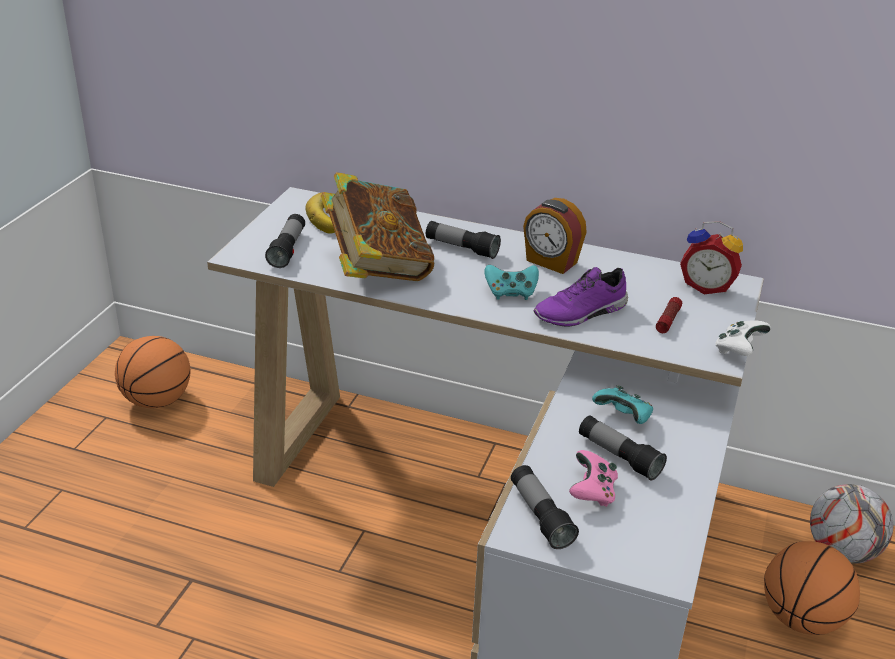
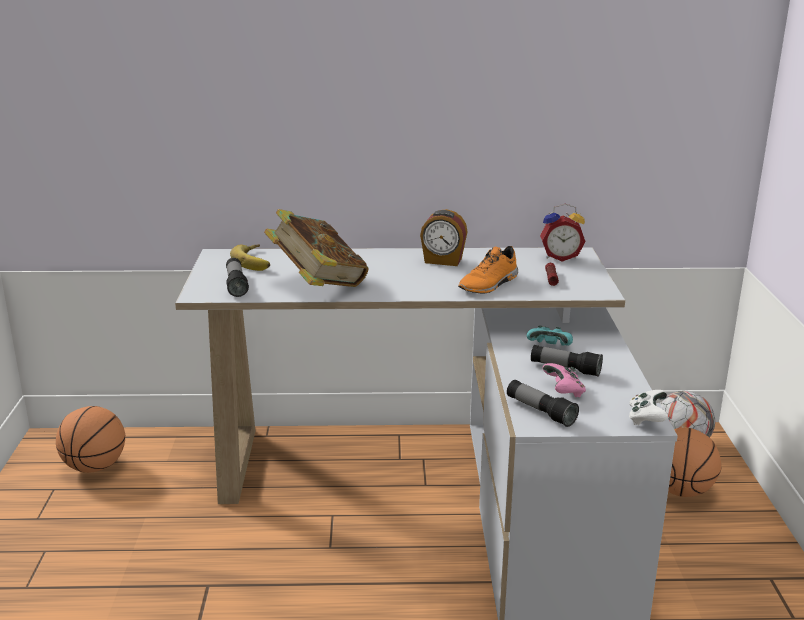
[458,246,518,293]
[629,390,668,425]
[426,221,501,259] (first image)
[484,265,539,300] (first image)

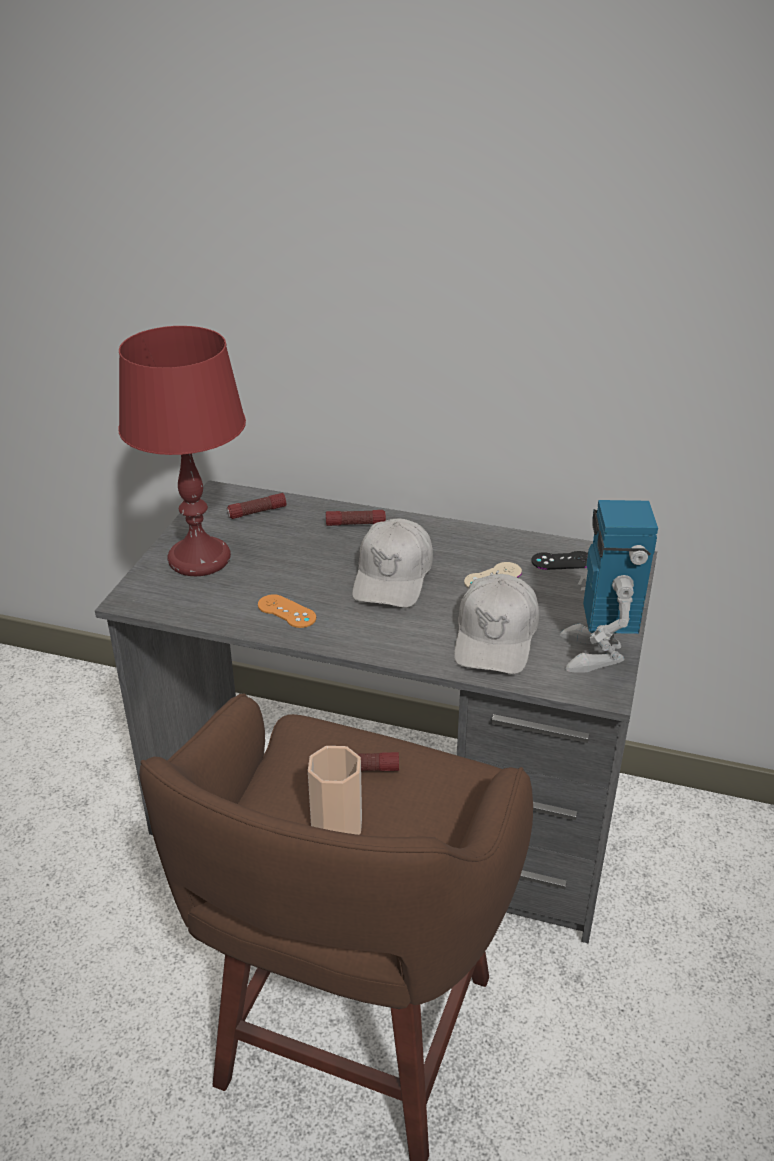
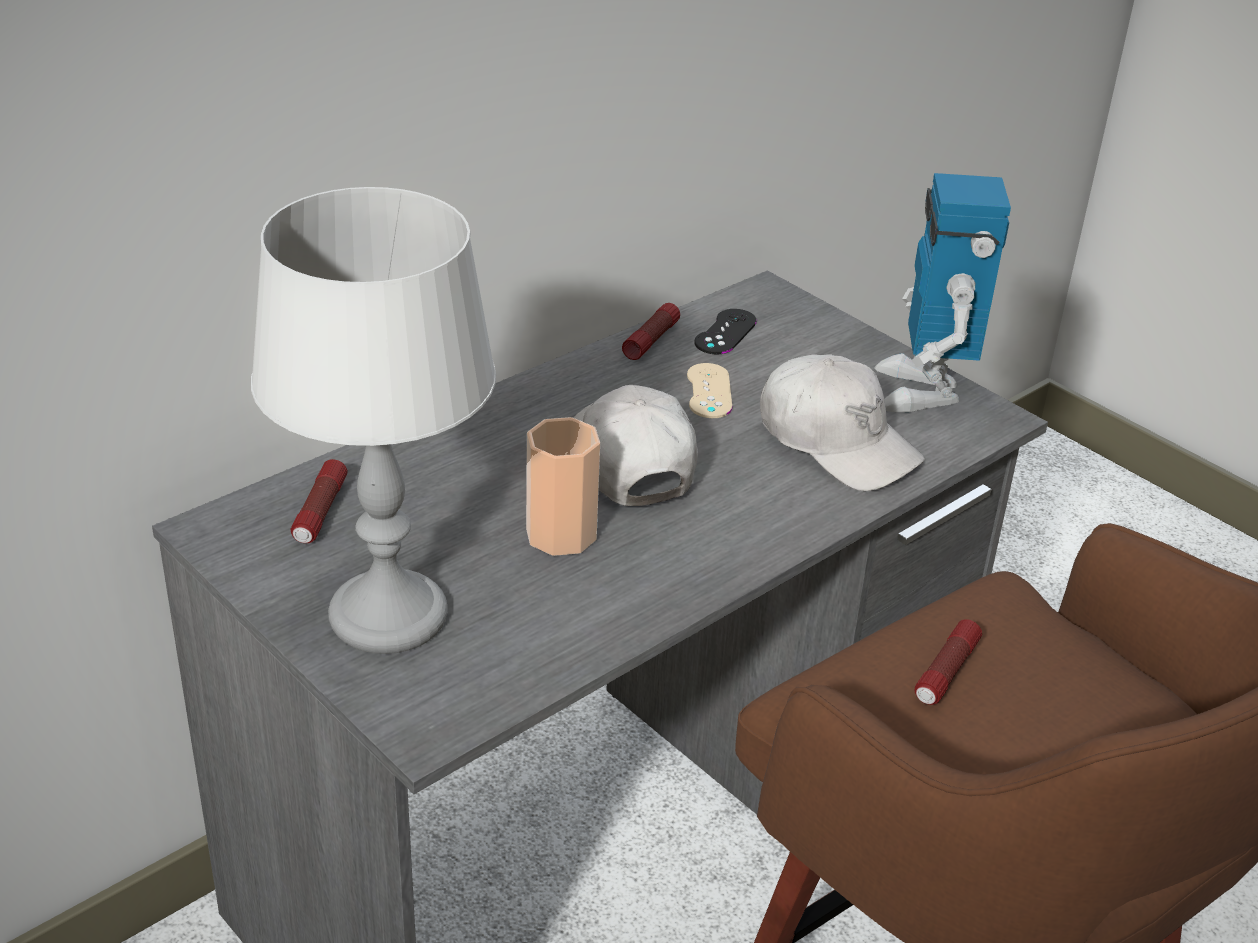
[251,187,496,654]
[526,417,600,556]
[574,385,698,506]
[622,303,680,360]
[875,173,1011,412]
[258,594,316,628] (first image)

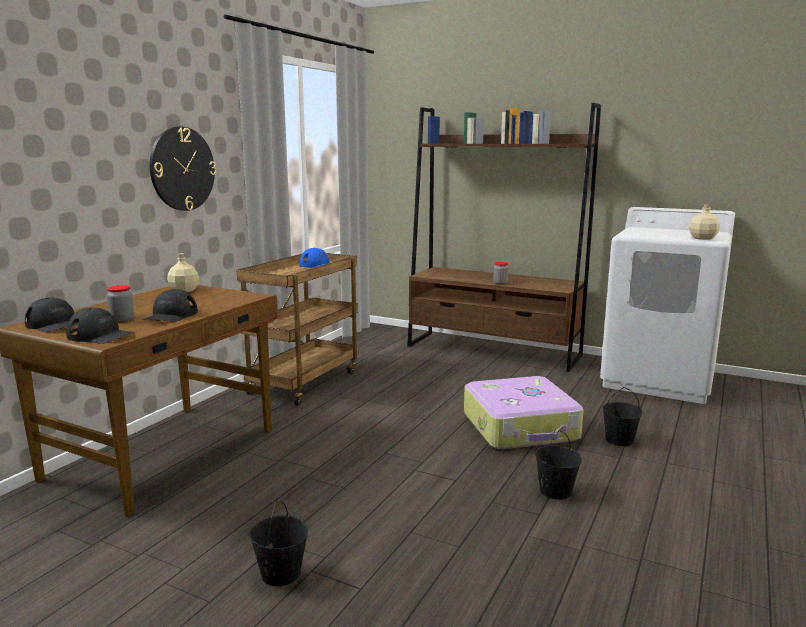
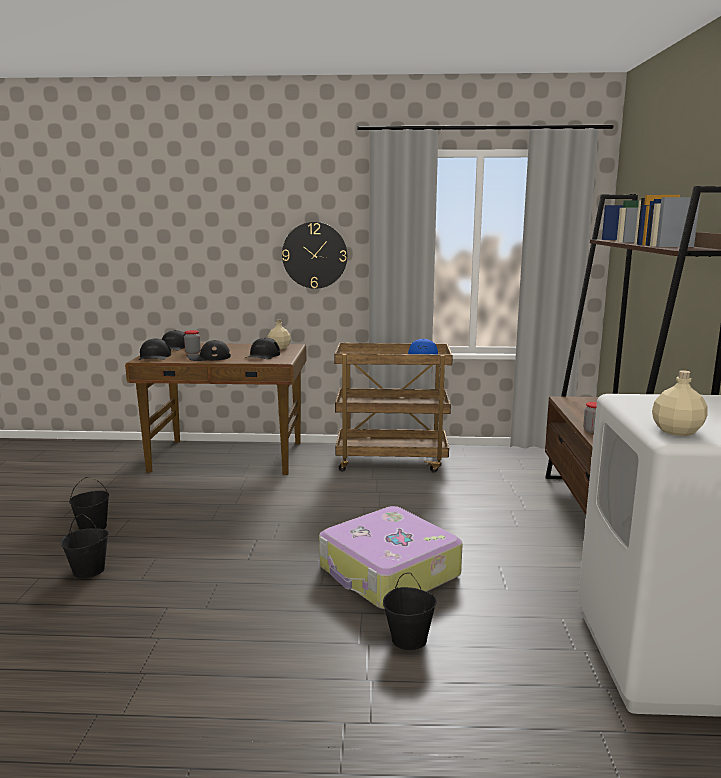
[61,514,109,579]
[246,338,280,359]

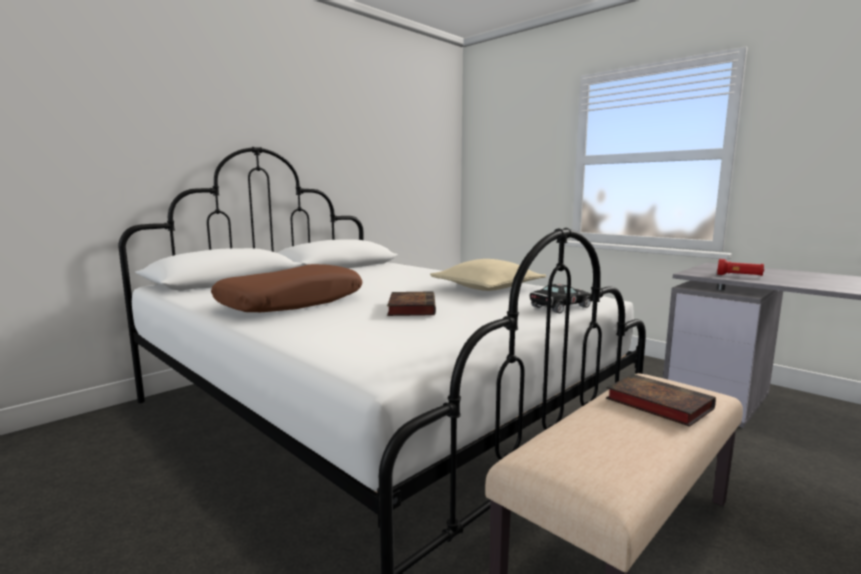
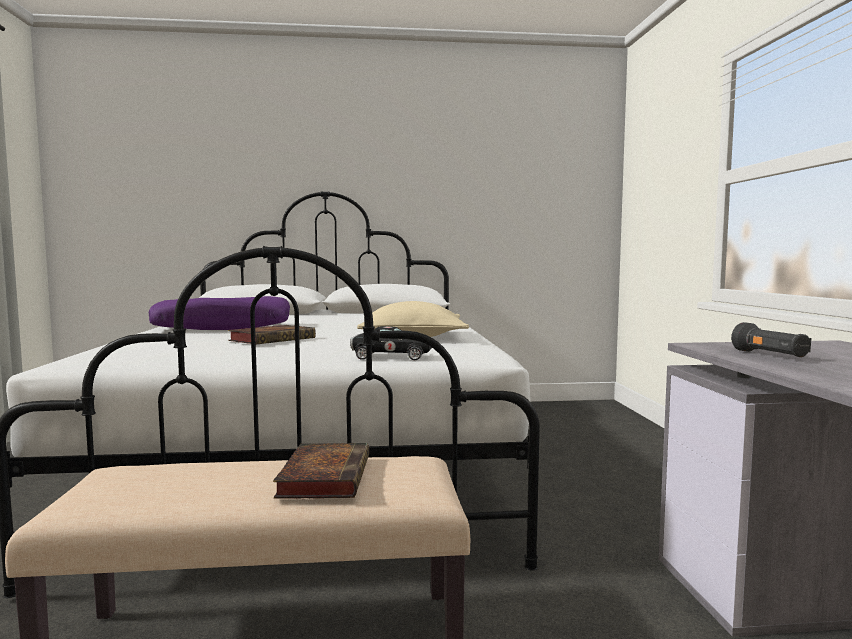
[149,296,290,330]
[731,322,811,357]

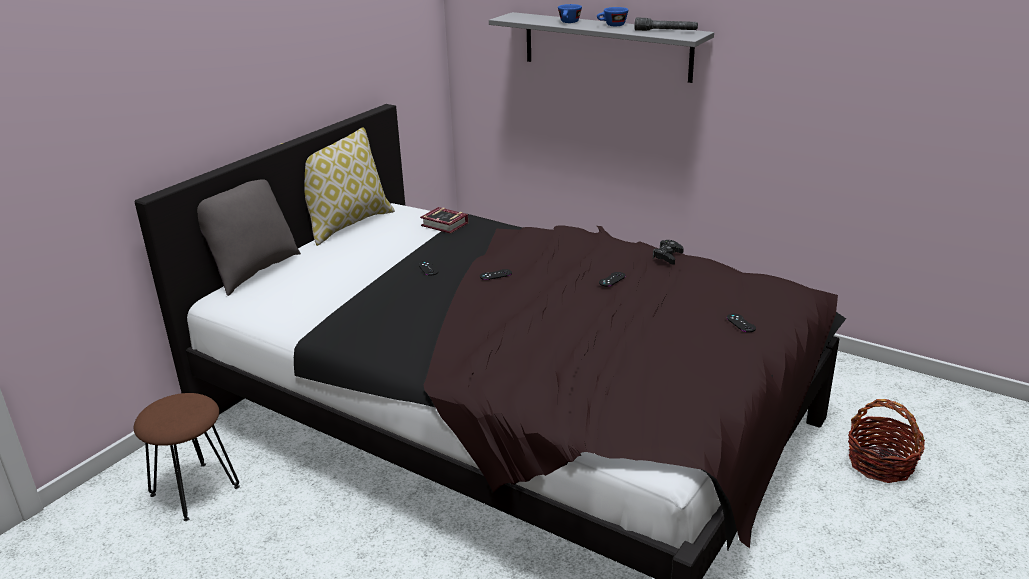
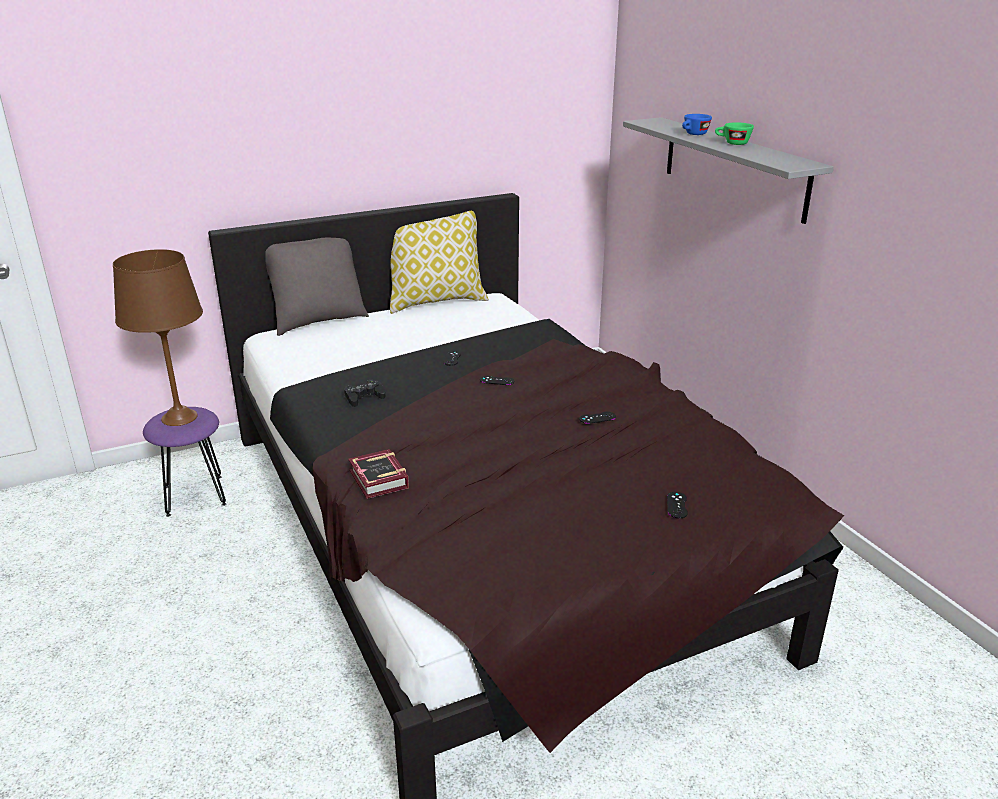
[113,249,203,426]
[143,407,226,517]
[344,379,386,407]
[349,449,409,499]
[715,122,754,145]
[634,17,698,31] (first image)
[848,399,925,483] (first image)

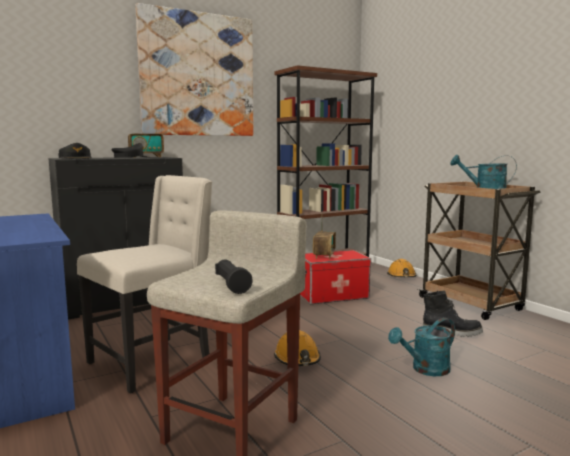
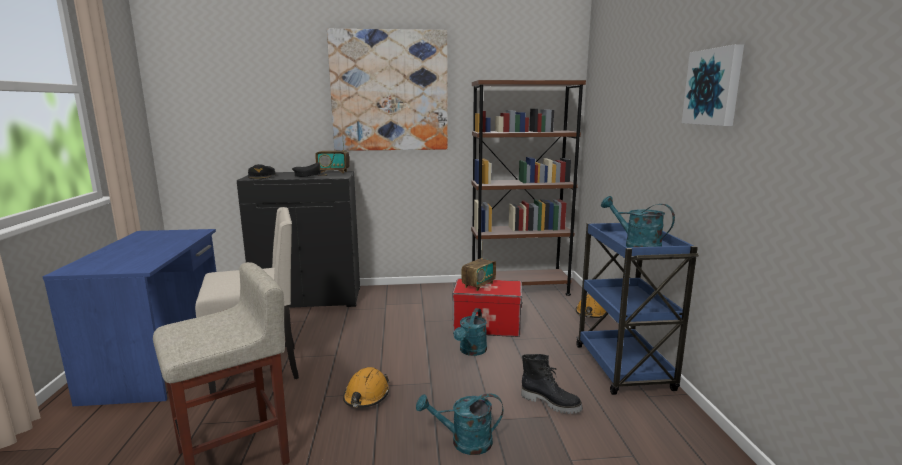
[454,308,487,356]
[576,222,699,395]
[682,44,744,126]
[215,259,253,294] (first image)

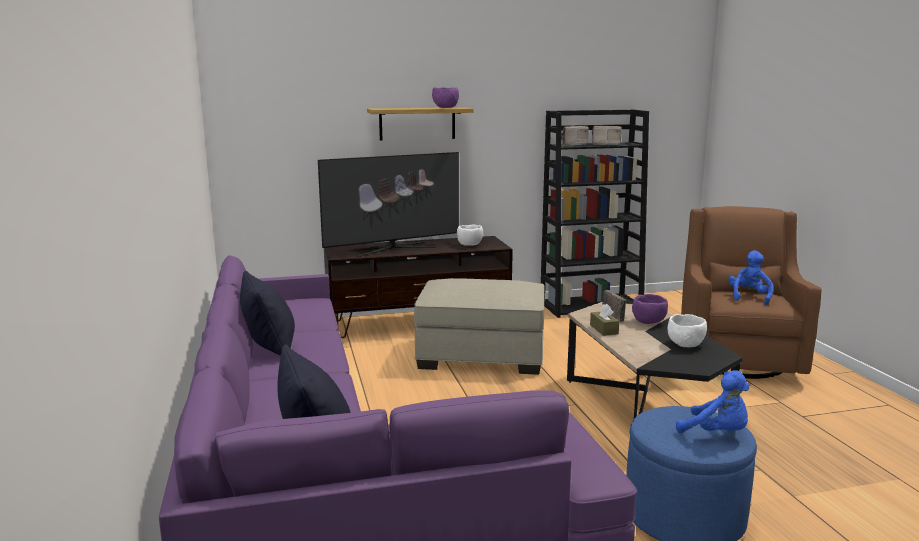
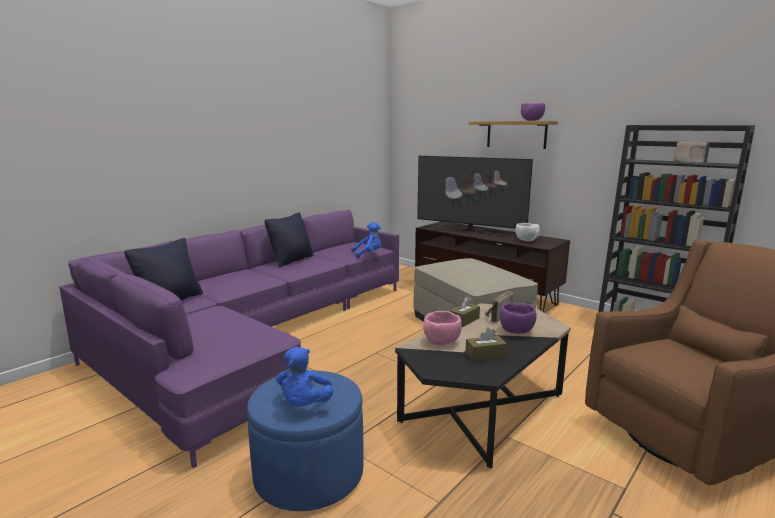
[351,222,381,258]
[423,311,462,346]
[465,328,507,361]
[561,126,589,146] (first image)

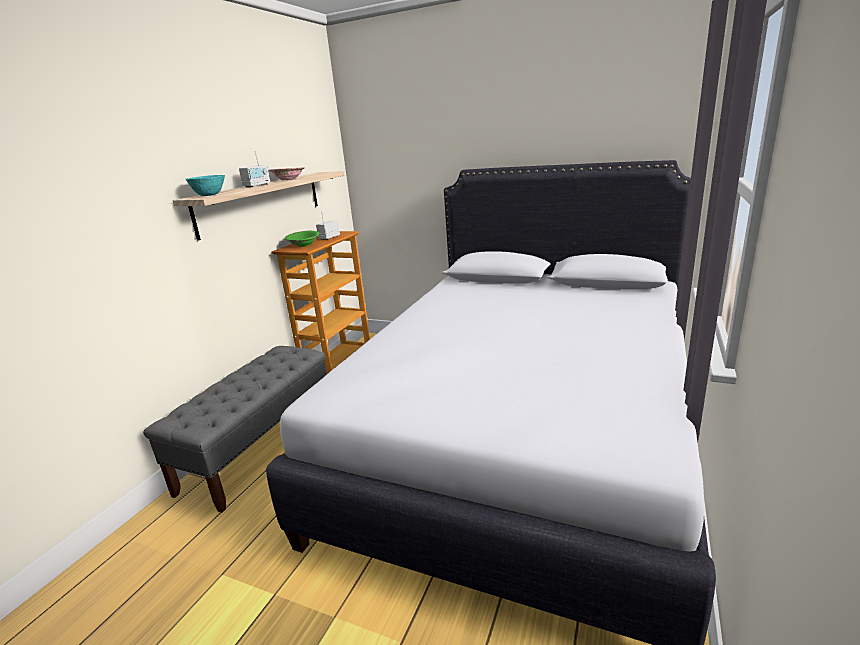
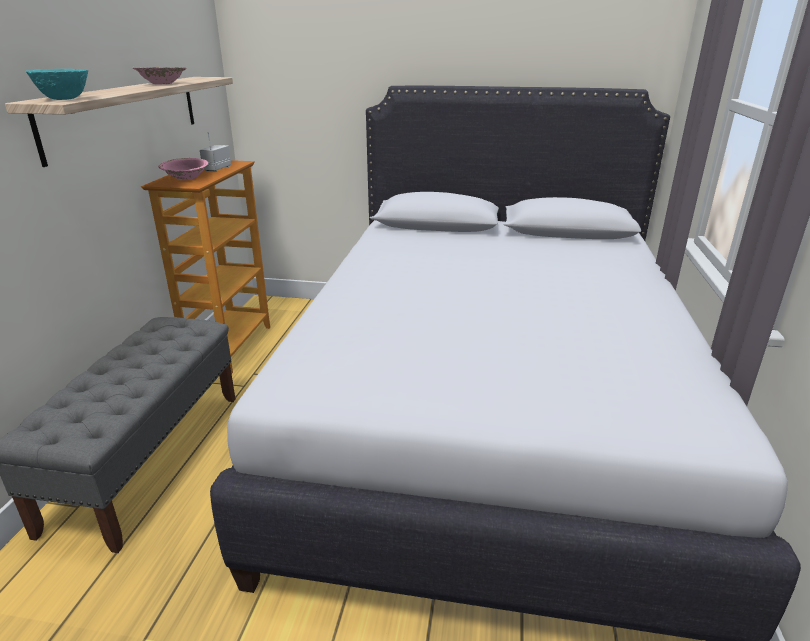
[158,158,208,180]
[239,151,270,187] (first image)

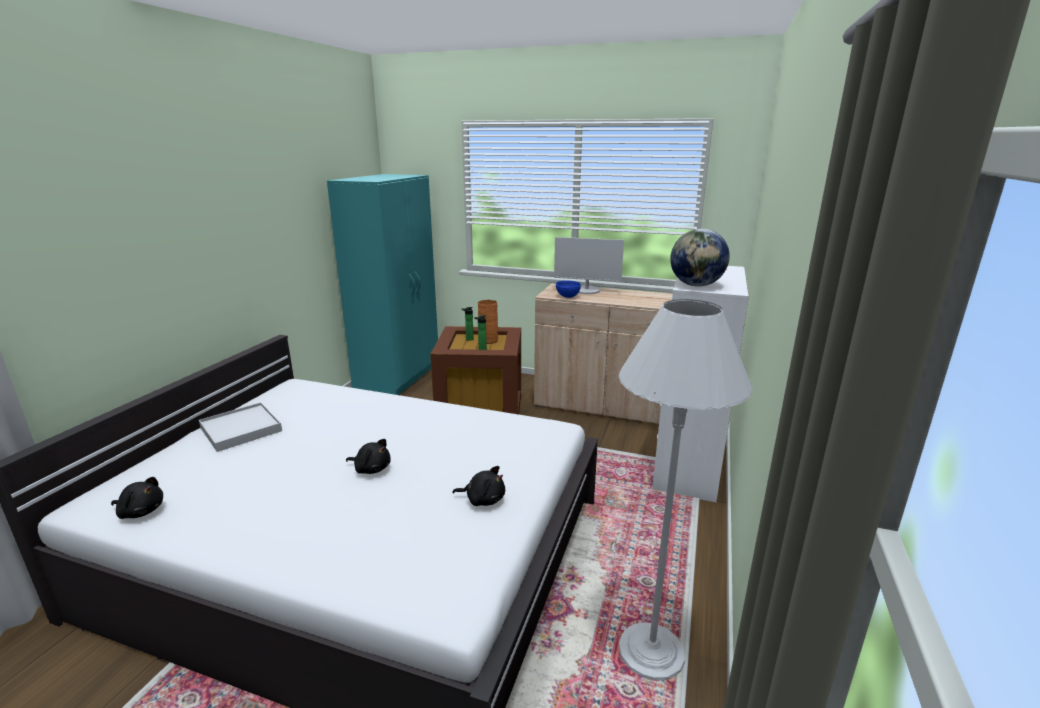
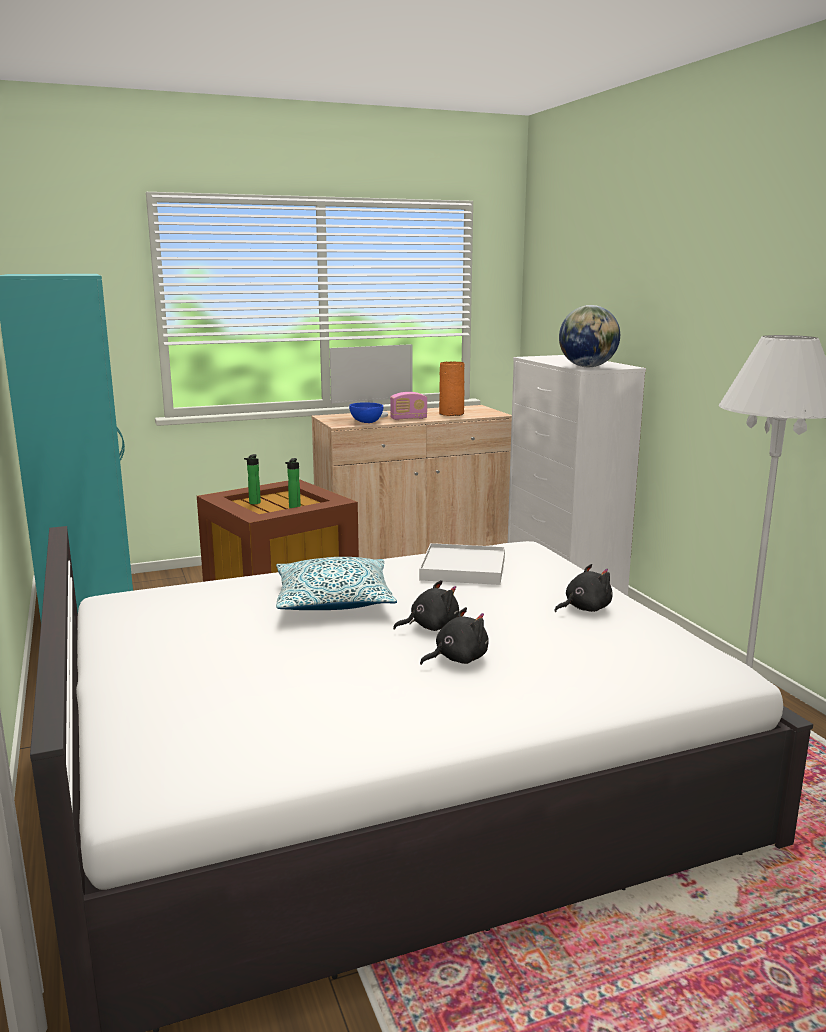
[276,557,397,610]
[390,392,427,420]
[419,543,505,585]
[420,607,489,665]
[439,361,464,416]

